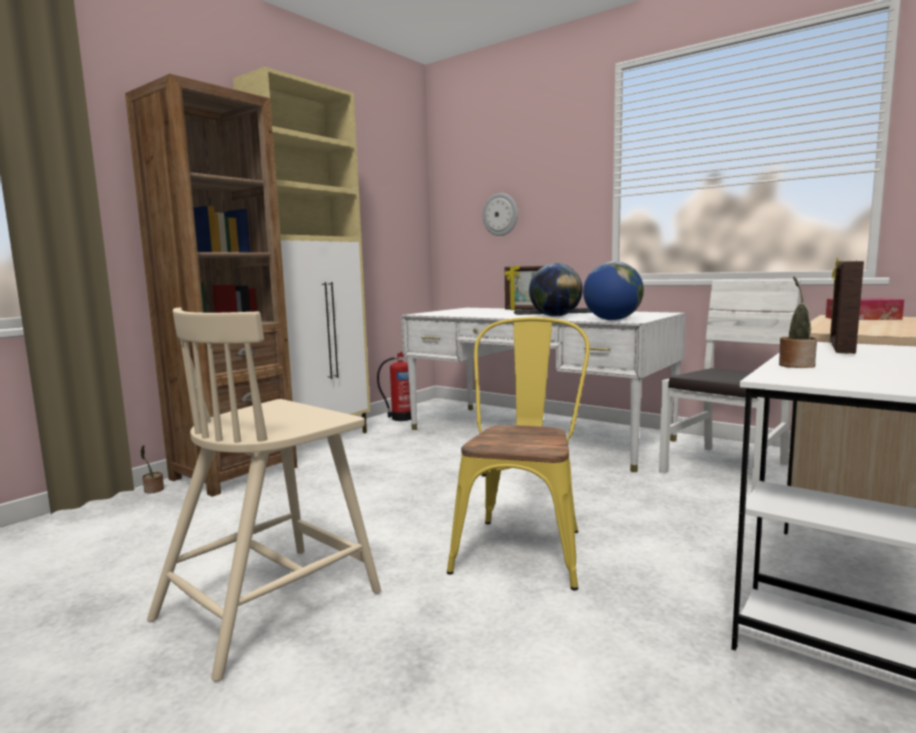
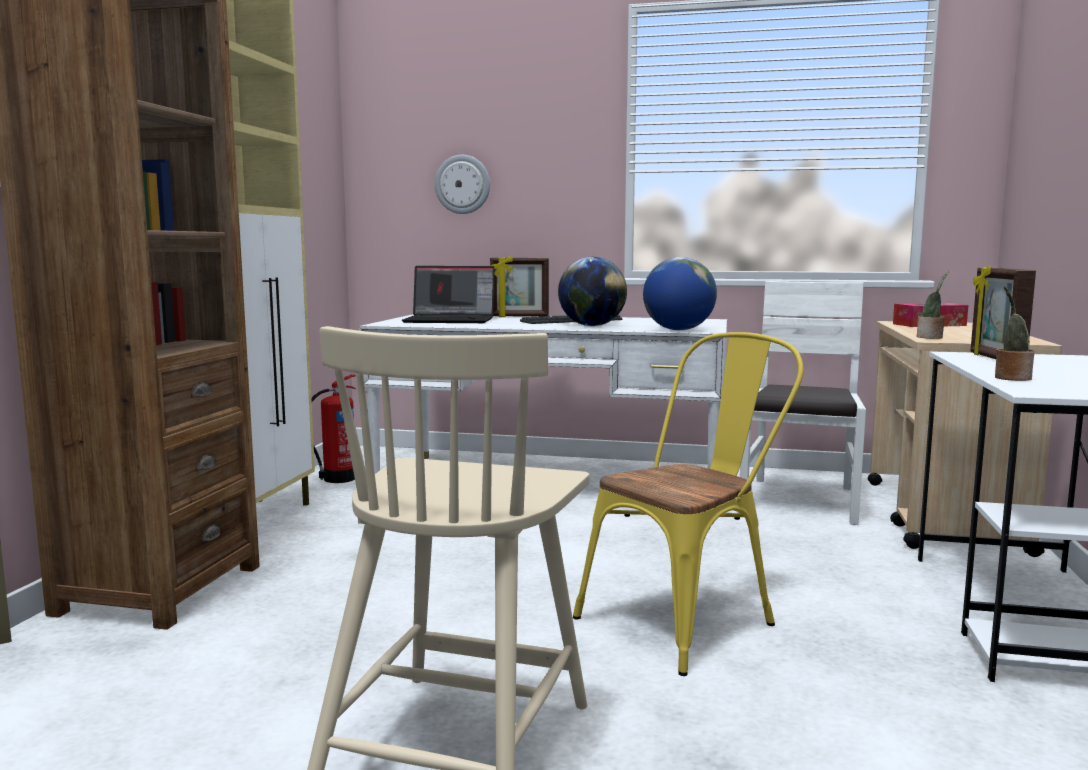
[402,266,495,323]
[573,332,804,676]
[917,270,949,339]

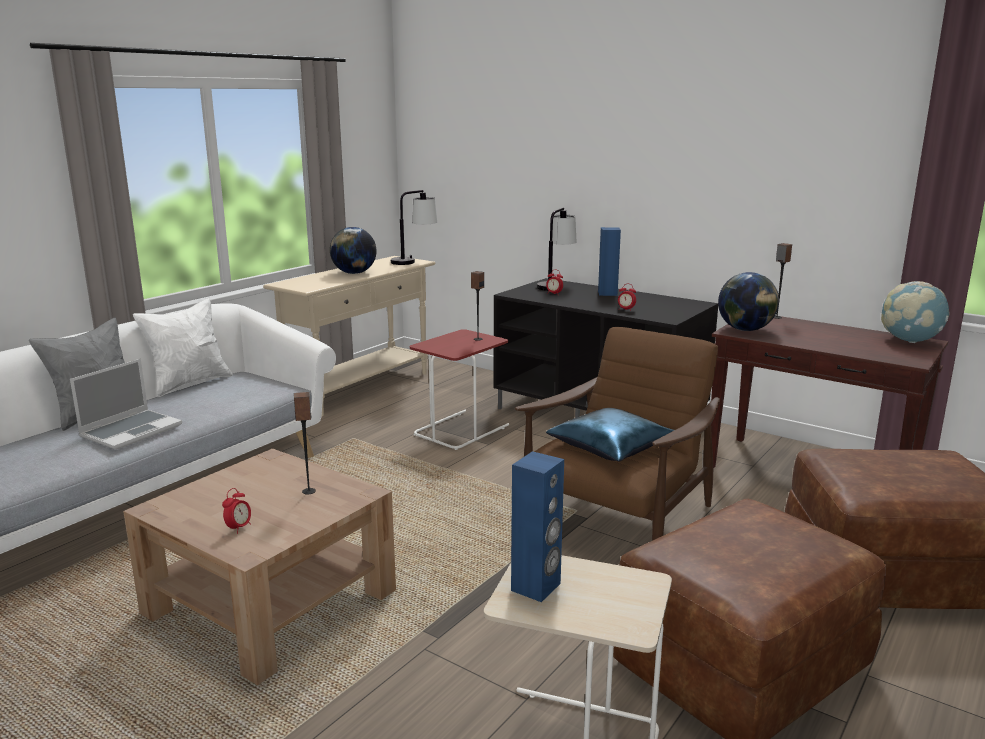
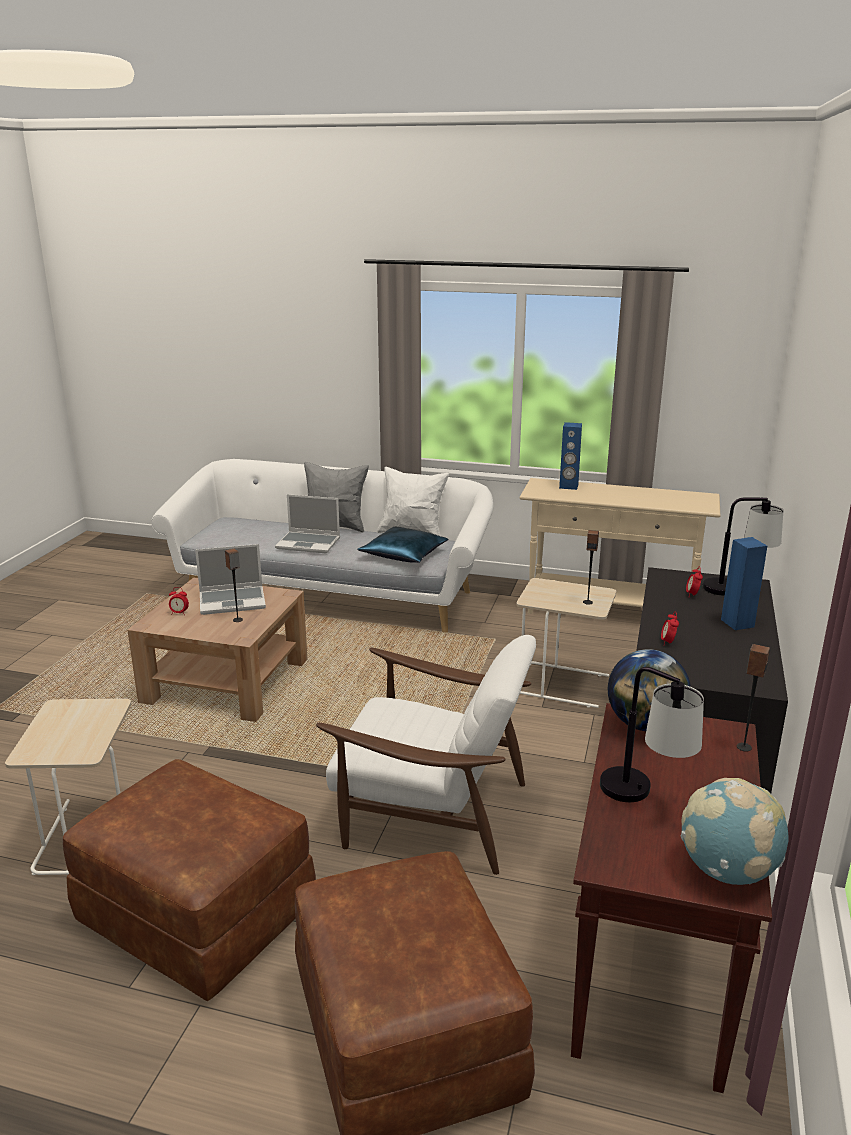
[195,544,266,615]
[316,635,536,875]
[357,527,448,563]
[516,578,616,708]
[559,422,582,490]
[600,667,704,802]
[330,227,377,274] (first image)

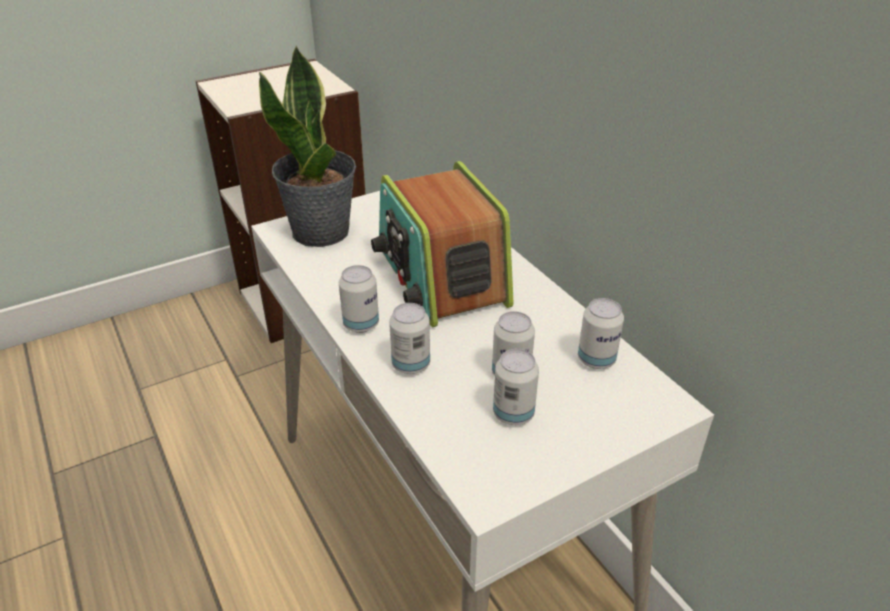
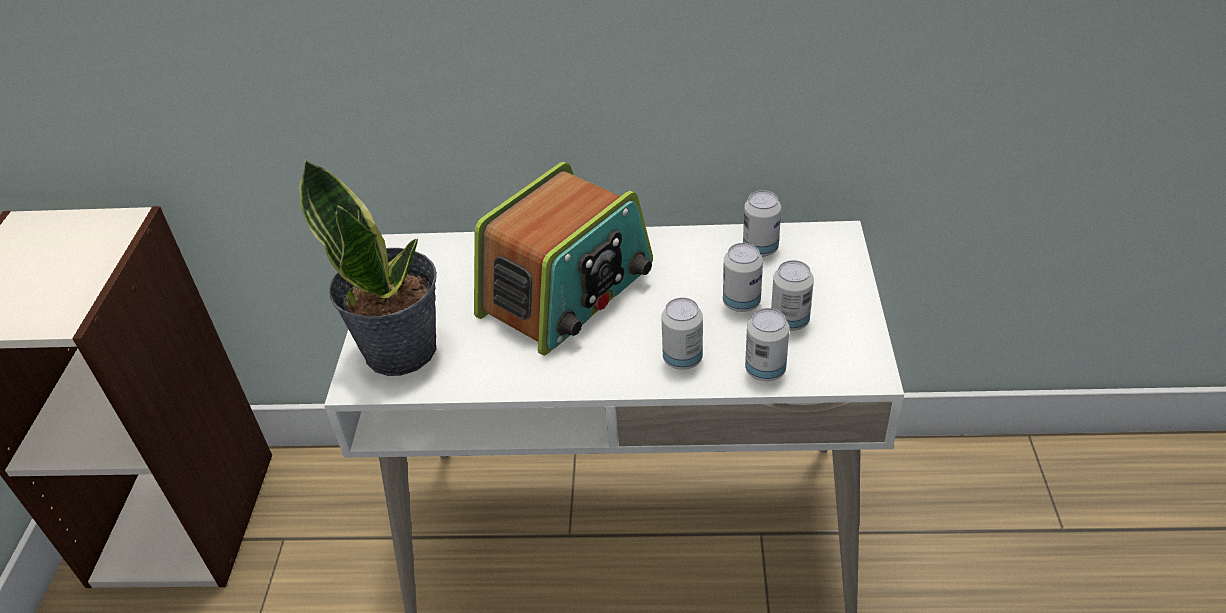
[474,162,653,356]
[745,308,790,381]

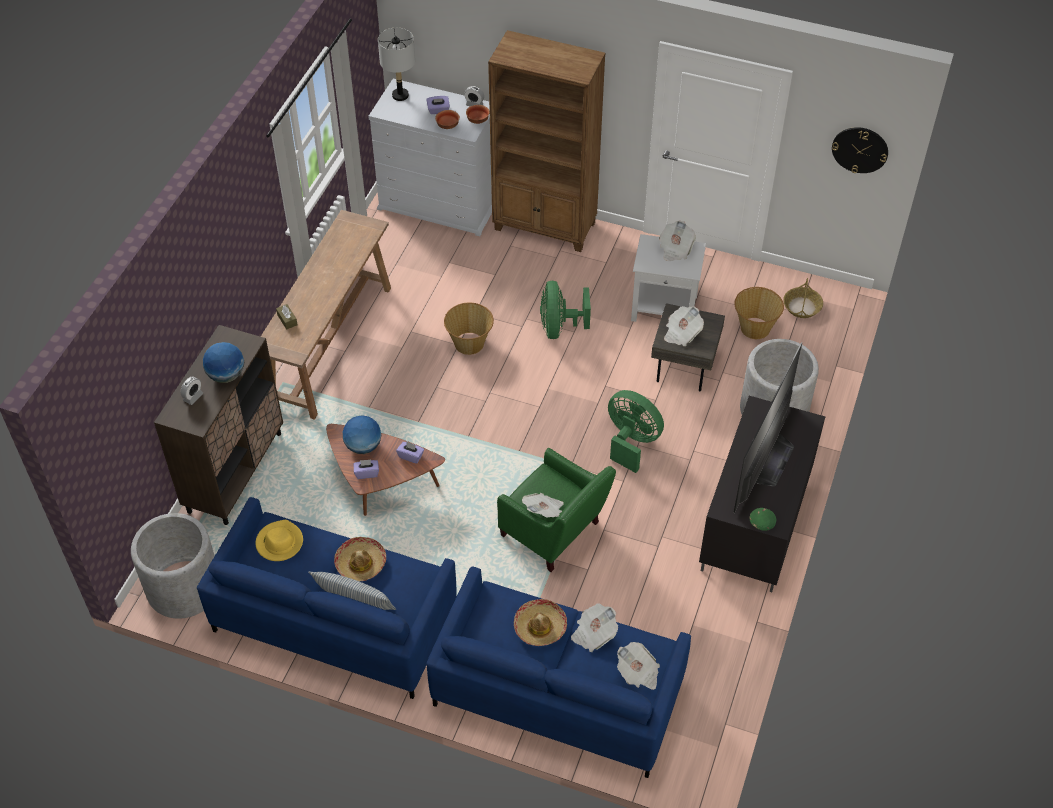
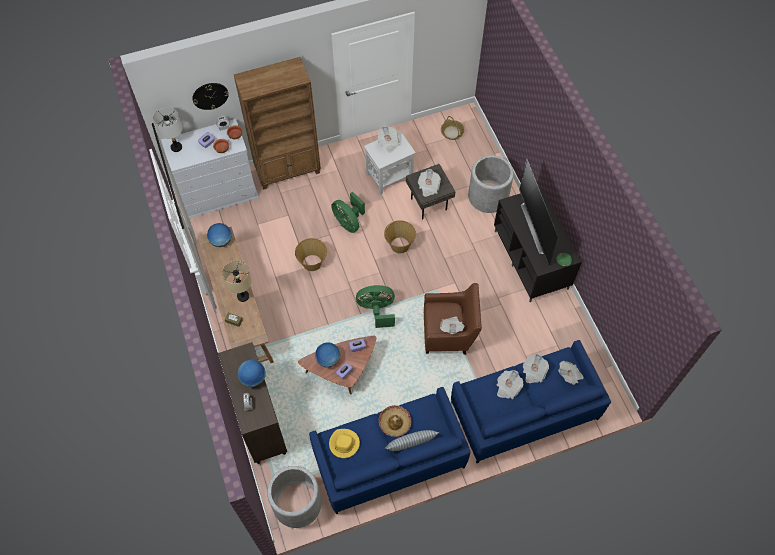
[192,83,229,110]
[207,223,232,247]
[222,261,252,302]
[356,285,395,328]
[384,220,416,253]
[424,283,482,355]
[497,370,523,399]

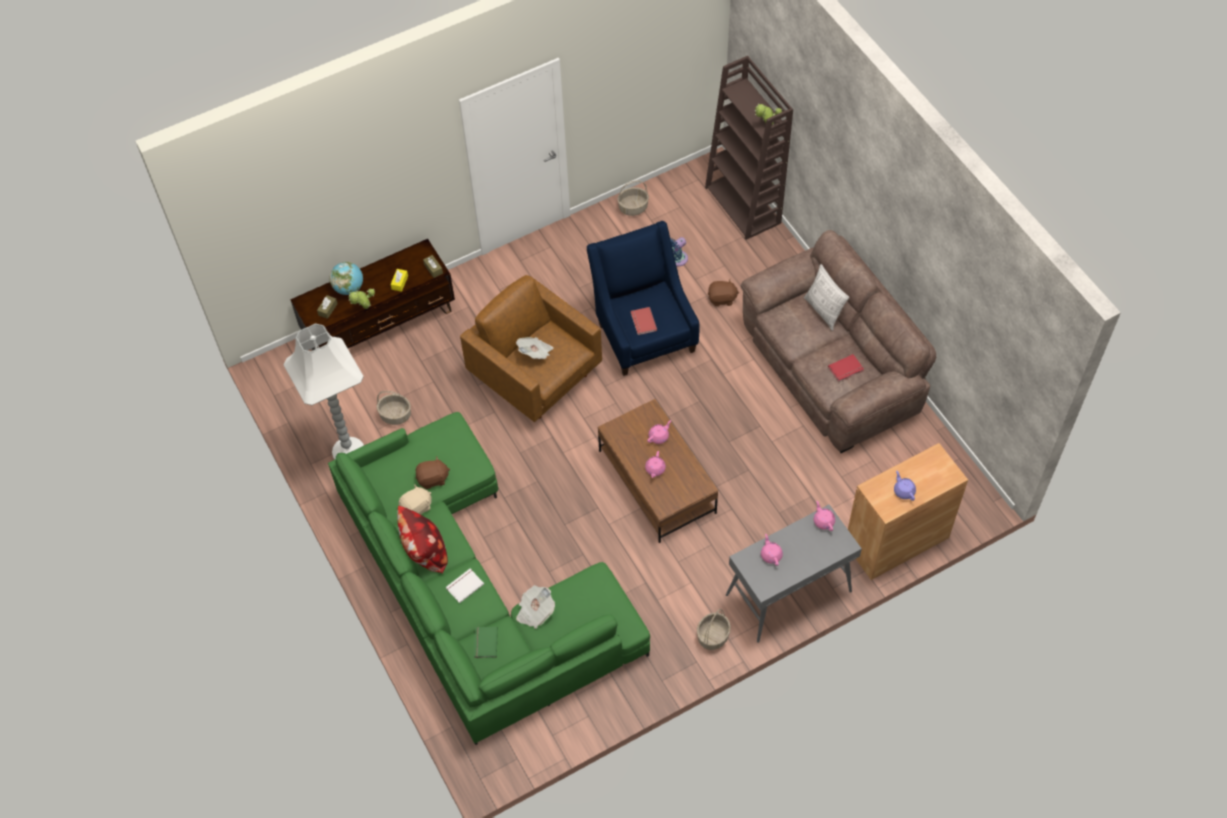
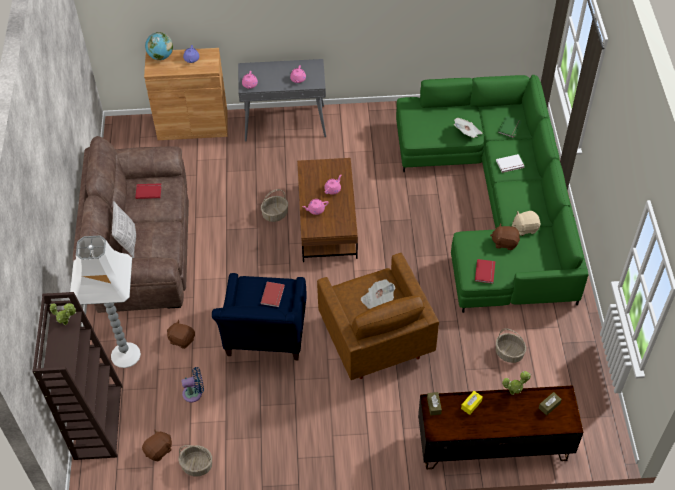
[69,235,141,368]
[142,430,172,461]
[145,32,173,60]
[261,189,288,222]
[475,259,495,284]
[397,506,448,574] (first image)

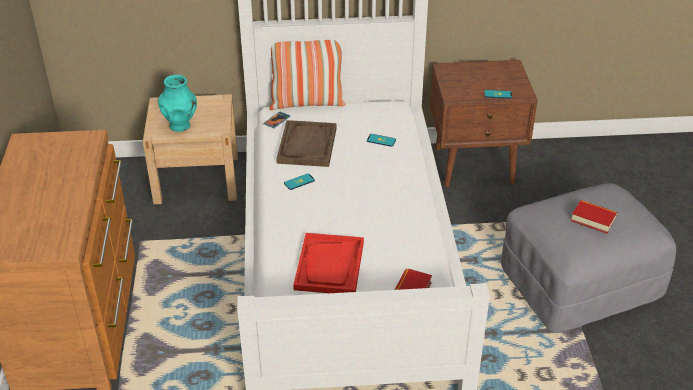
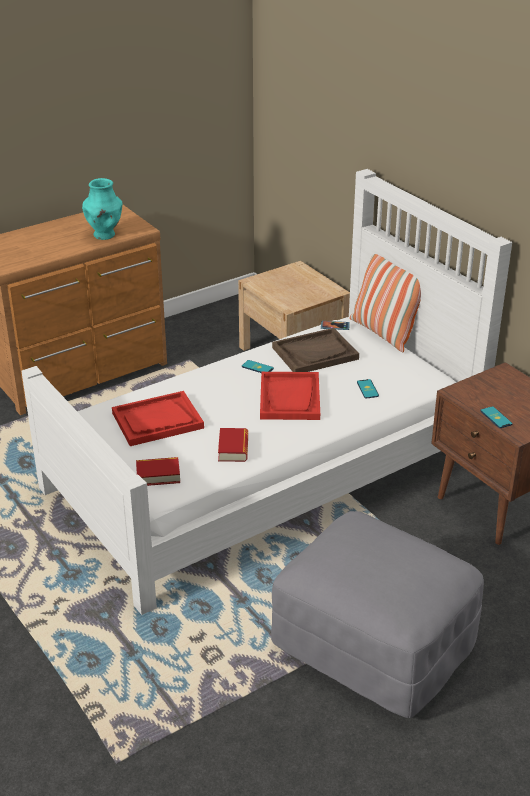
[82,178,123,240]
[218,428,248,462]
[260,372,320,420]

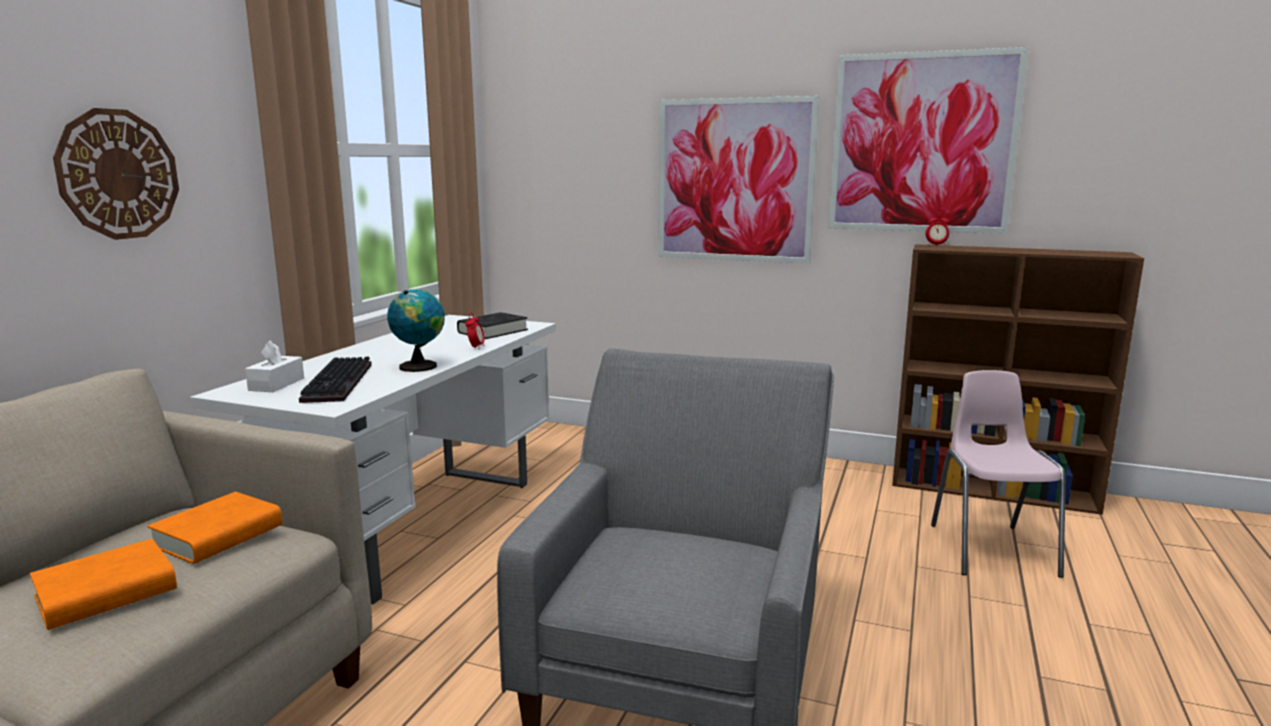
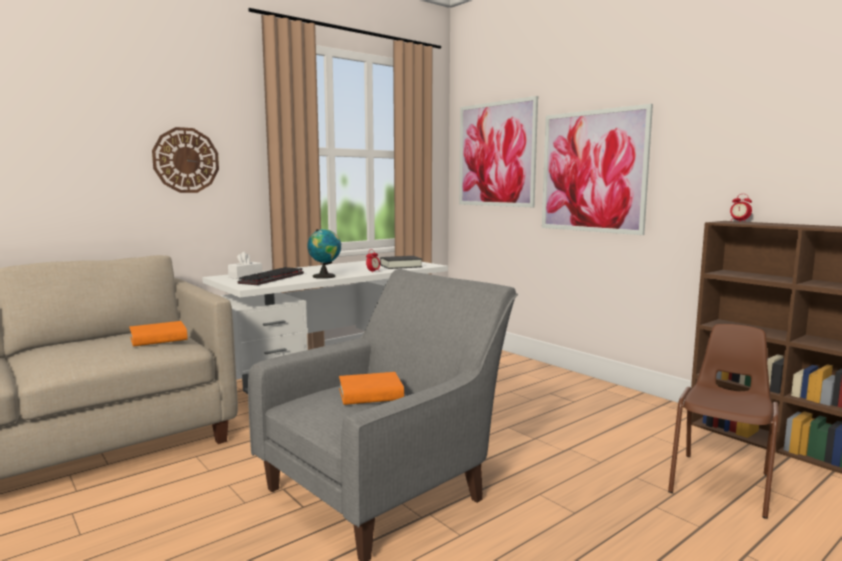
[339,372,404,405]
[459,96,538,207]
[668,324,779,519]

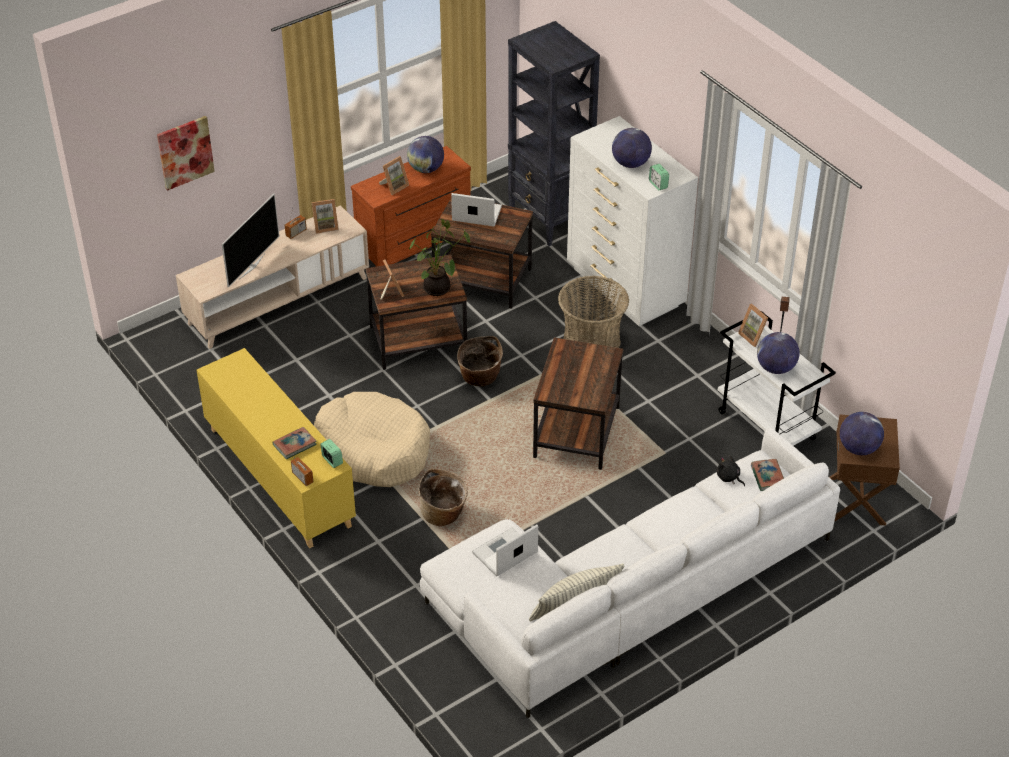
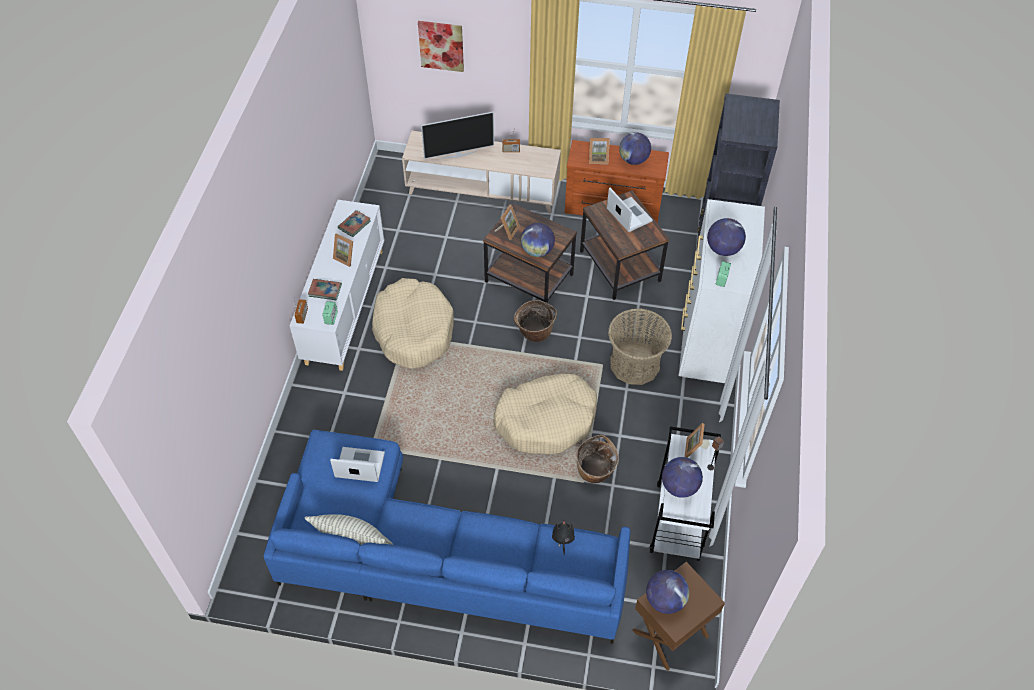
[264,430,630,644]
[290,200,384,371]
[333,233,353,267]
[338,210,371,237]
[493,374,597,454]
[521,223,555,257]
[576,435,619,483]

